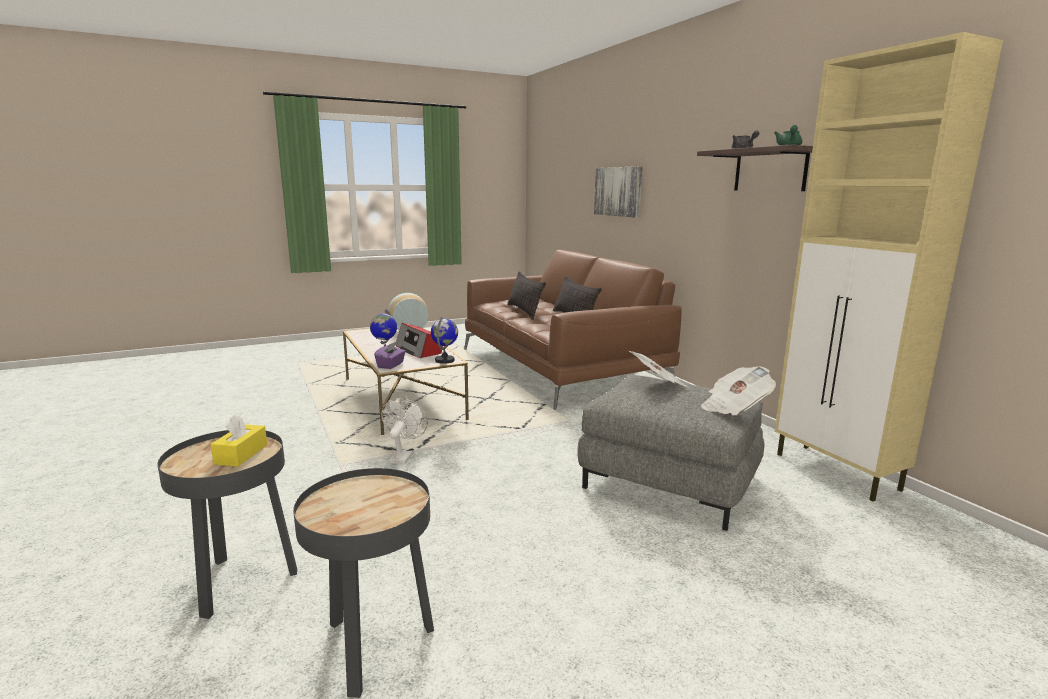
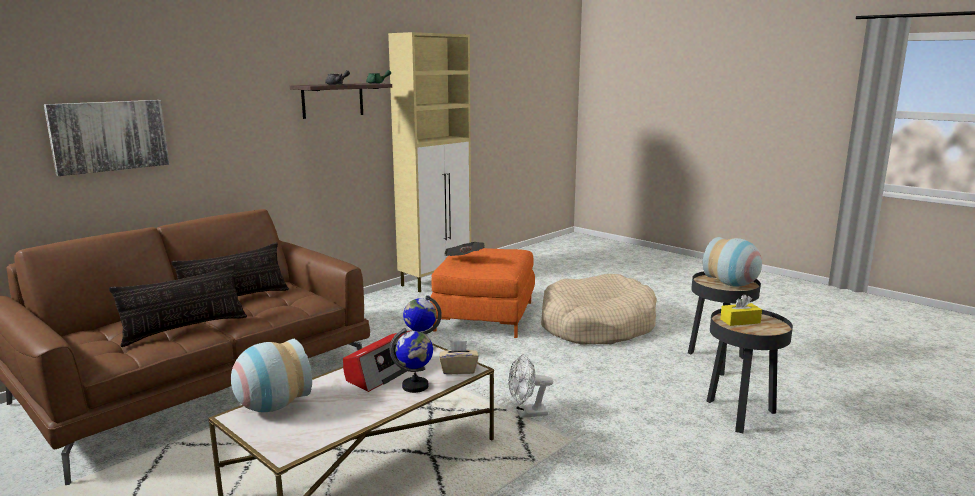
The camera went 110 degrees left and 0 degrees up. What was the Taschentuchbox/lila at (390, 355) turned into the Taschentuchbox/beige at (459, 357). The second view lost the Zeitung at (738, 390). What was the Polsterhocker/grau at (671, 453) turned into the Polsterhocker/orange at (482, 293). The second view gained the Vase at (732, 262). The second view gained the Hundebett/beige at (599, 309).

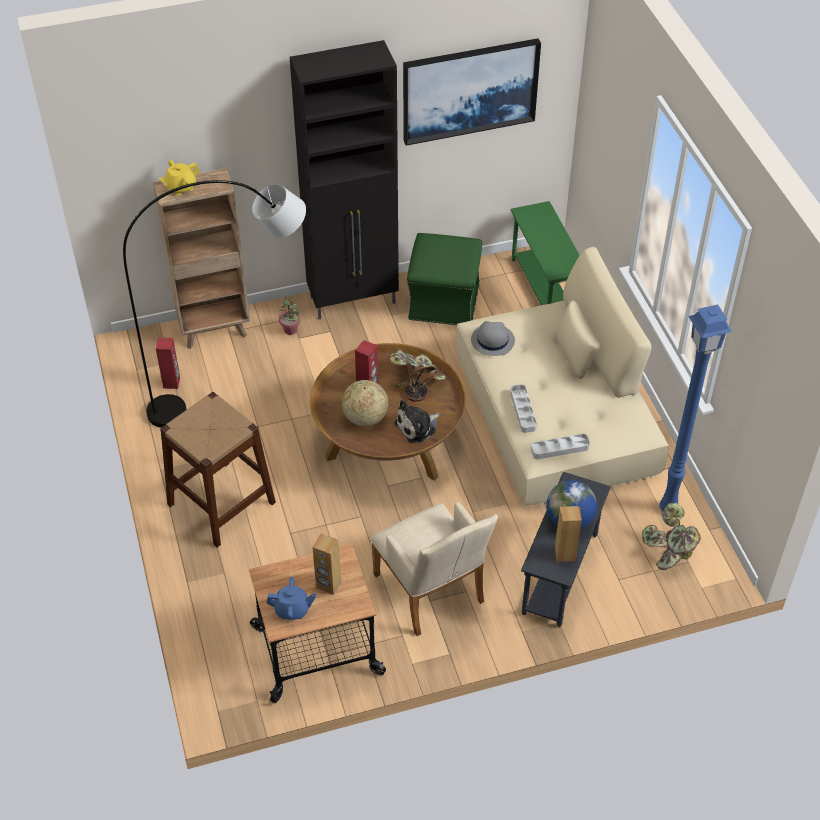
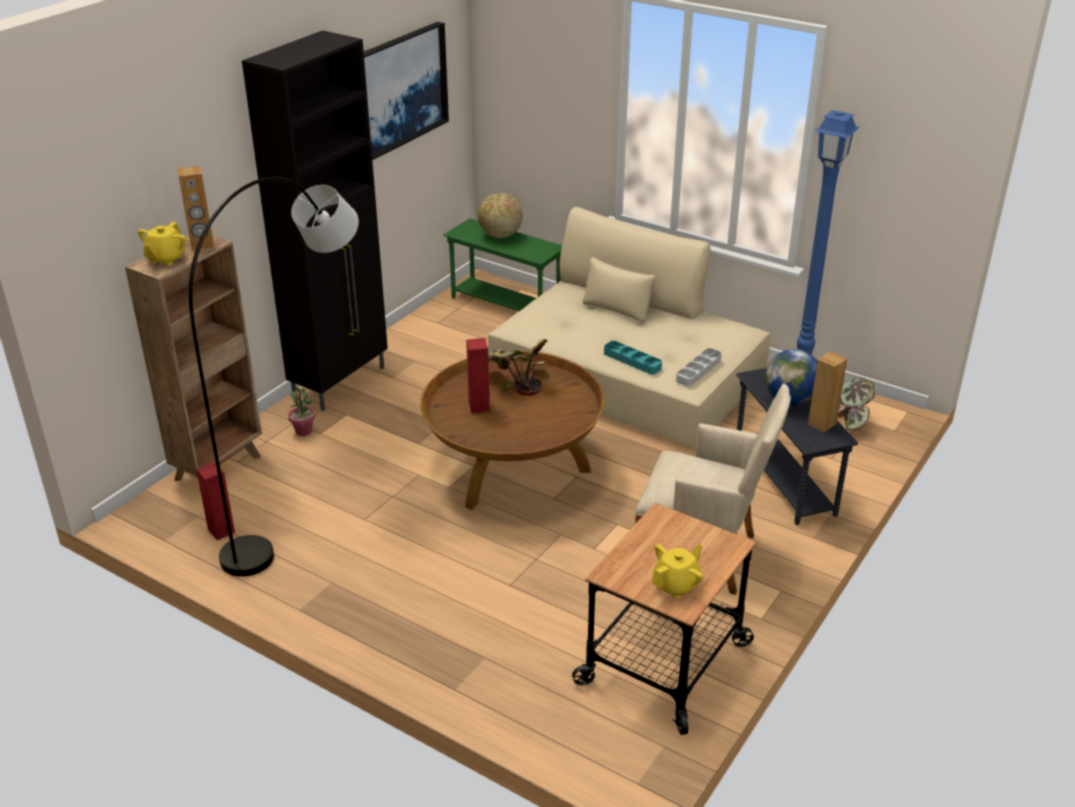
The camera went 40 degrees left and 15 degrees down. The second view lost the Polsterhocker/grün at (444, 279). The second view lost the Hut/grau at (493, 338). The Globus ended up elsewhere, having gone from (365, 403) to (500, 215). What was the Tablett/grau at (523, 409) turned into the Tablett/türkis at (633, 357). The second view lost the Hocker/braun at (218, 469). The second view lost the Plüschtier at (417, 421). The Lautsprecher/braun ended up elsewhere, having gone from (327, 564) to (196, 208). What was the Teekanne/blau at (291, 598) turned into the Teekanne/gelb at (677, 571).

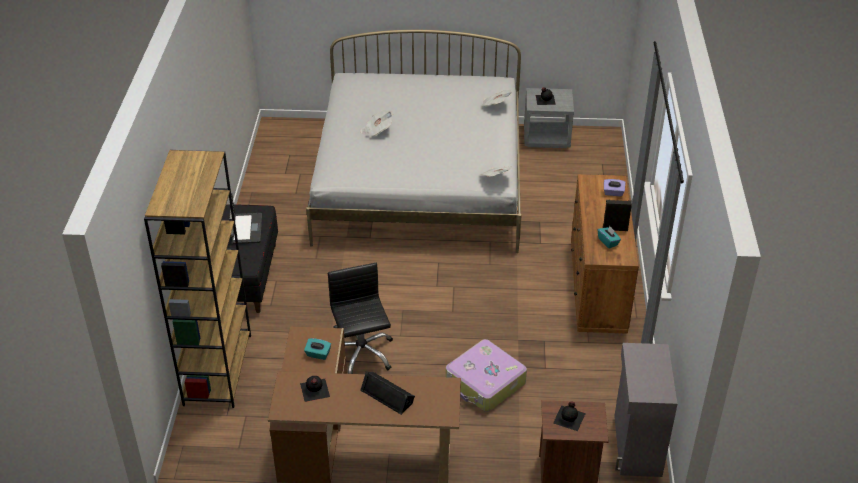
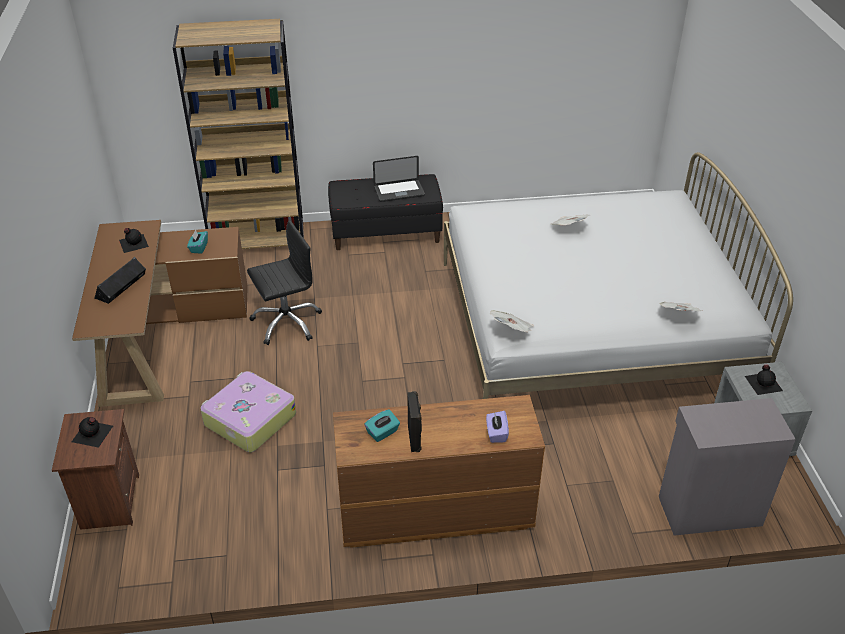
The camera went 80 degrees right and 0 degrees up. The Schrank/grau ended up elsewhere, having gone from (646, 410) to (727, 467).

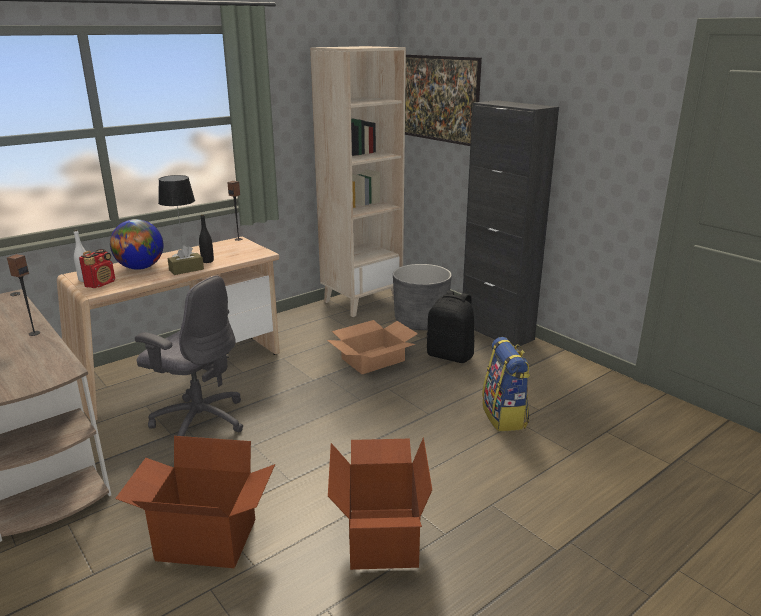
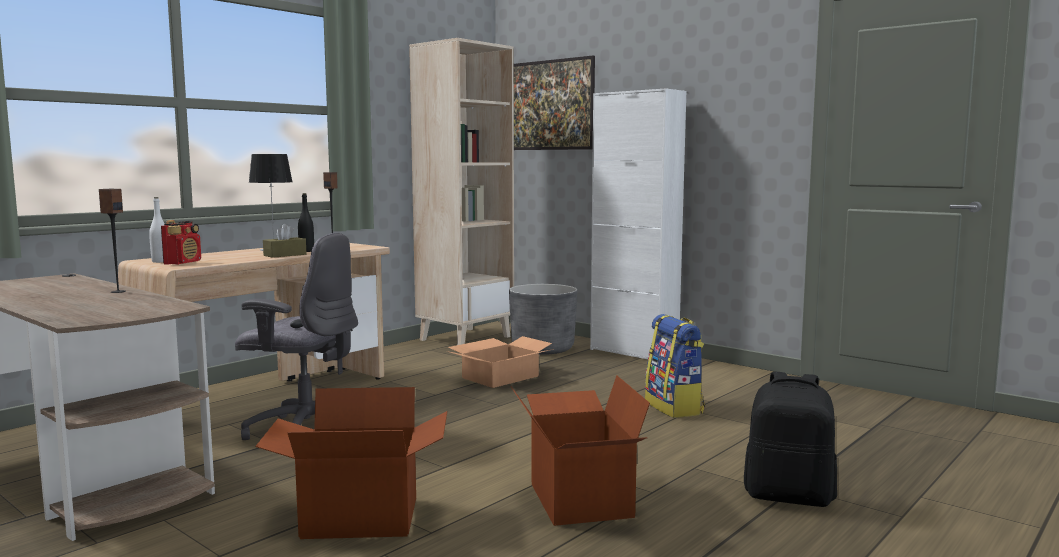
The camera went 10 degrees left and 15 degrees down. What was the Schrank/schwarz at (511, 223) turned into the Schrank/weiß at (638, 223). The second view lost the Globus at (137, 244). The Rucksack/schwarz ended up elsewhere, having gone from (450, 327) to (790, 439).

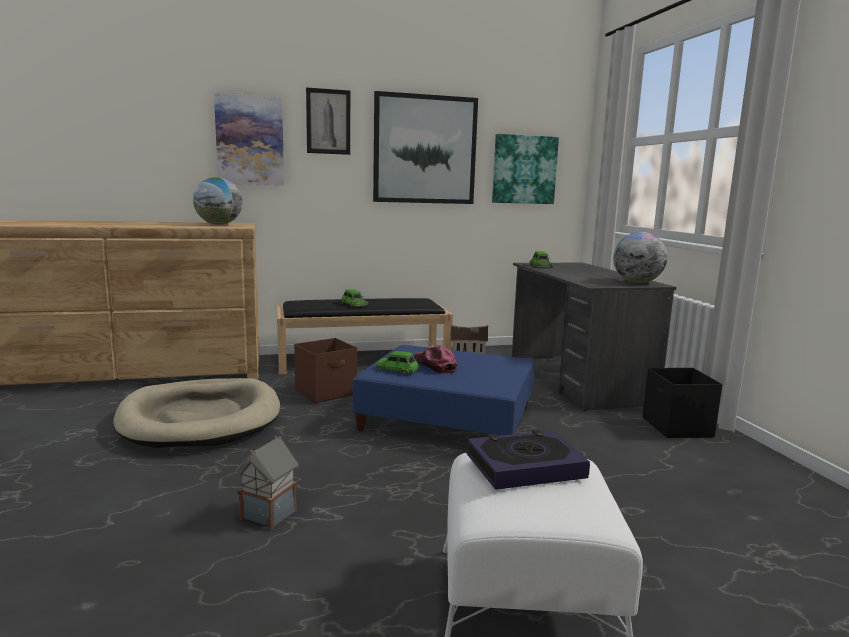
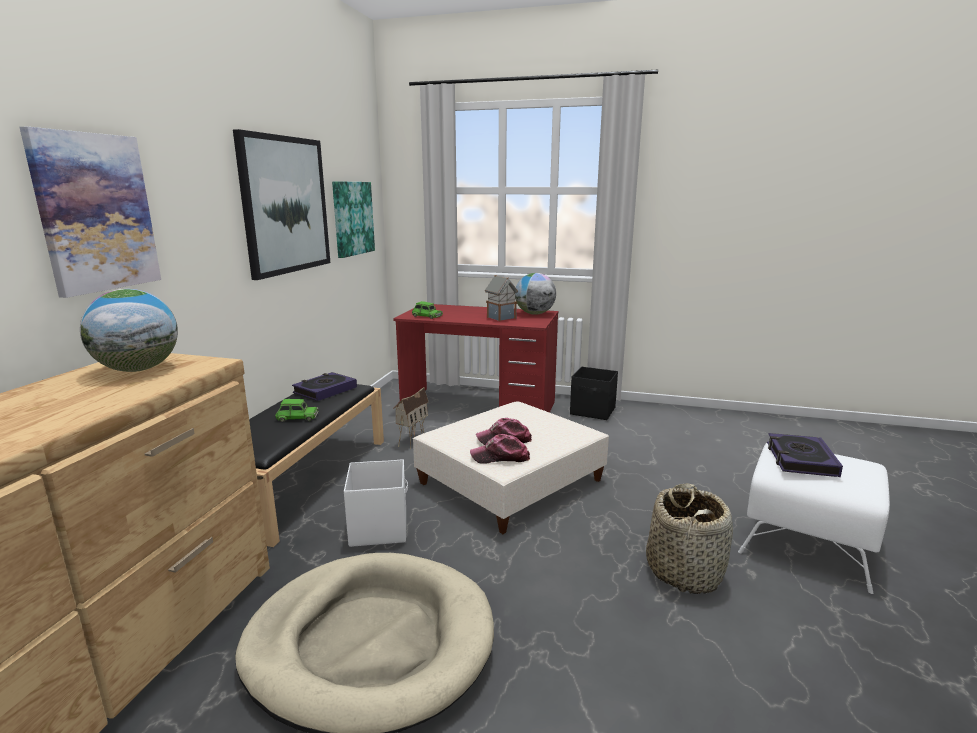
The camera went 60 degrees left and 5 degrees up. The second view lost the Bild at (328, 121). What was the Schreibtisch/grau at (594, 337) turned into the Schreibtisch/rot at (475, 358). What was the Aufbewahrungsbox/braun at (325, 370) turned into the Aufbewahrungsbox/weiß at (376, 503). What was the Polsterhocker/blau at (444, 390) turned into the Polsterhocker/beige at (511, 467). Where the Spielzeugauto/grün stood at (397, 363), the Kappe came to stand at (500, 449). The Spielzeughaus ended up elsewhere, having gone from (267, 483) to (501, 298). The second view gained the Buch at (324, 386). The second view gained the Korb at (689, 538).

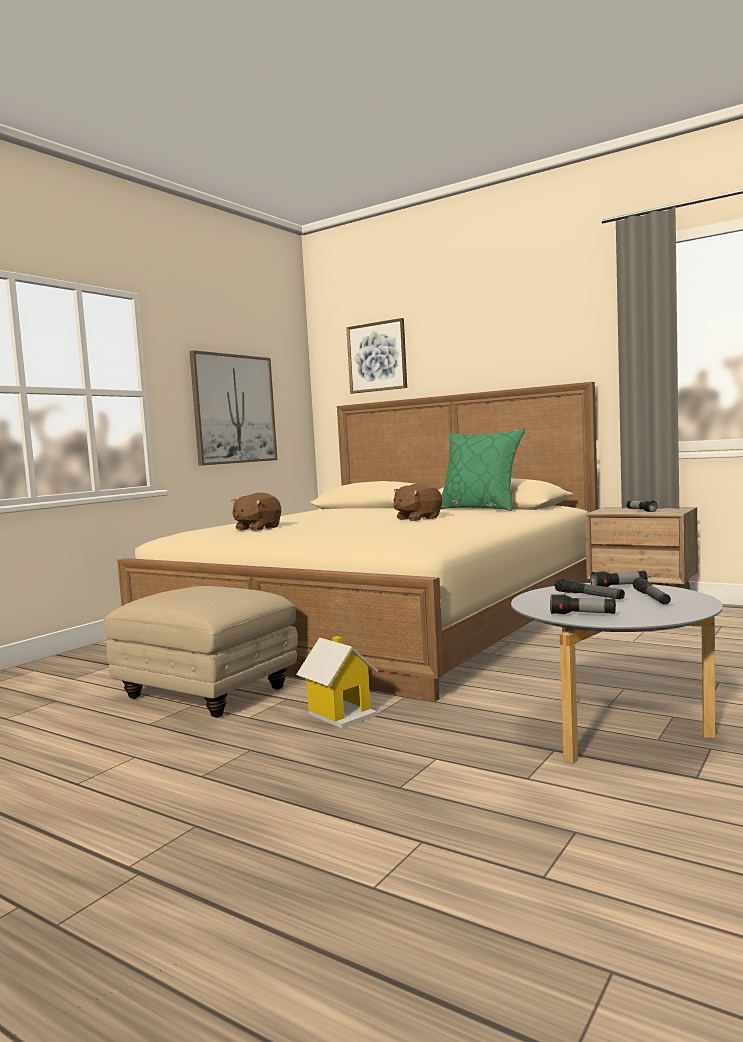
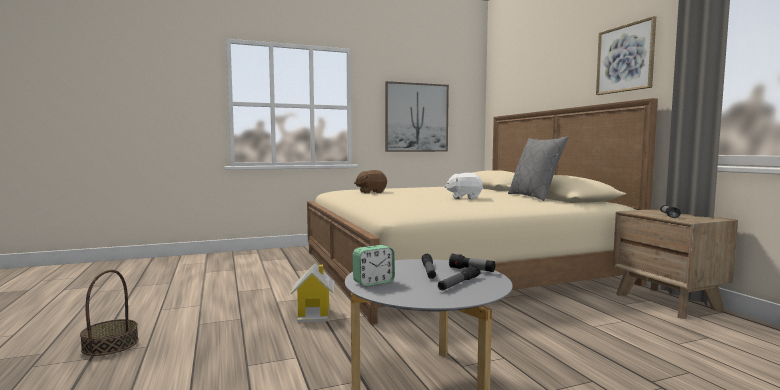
The camera went 35 degrees right and 0 degrees up. The Bild ended up elsewhere, having gone from (376, 356) to (626, 55). What was the Kissen/grün at (483, 469) turned into the Kissen/grau at (538, 168). What was the Plüschtier/braun at (417, 502) turned into the Plüschtier/weiß at (464, 186). The second view lost the Polsterhocker/beige at (201, 652). Where the Taschenlampe stood at (583, 604), the Wecker came to stand at (374, 265). The second view gained the Korb at (109, 312).

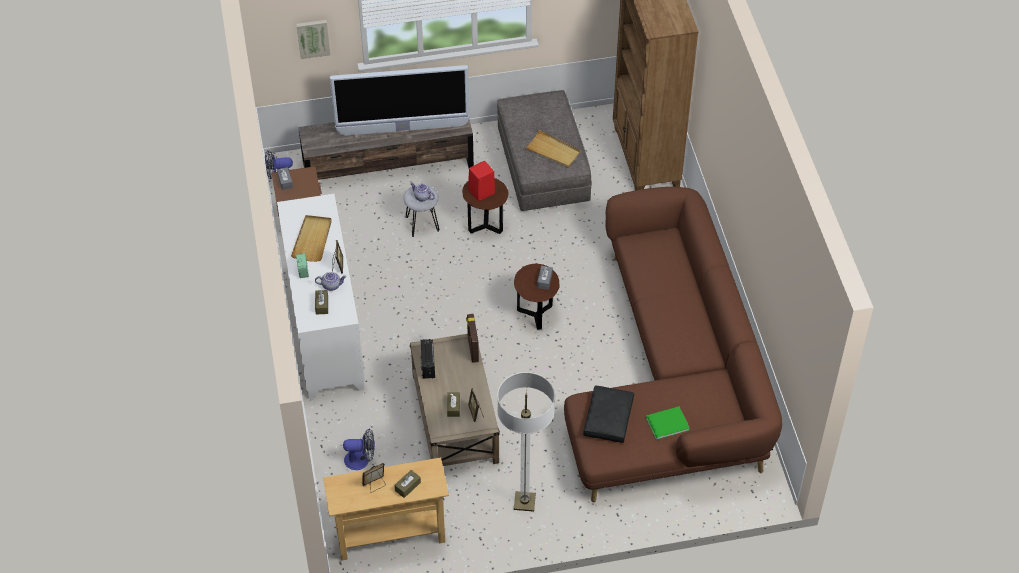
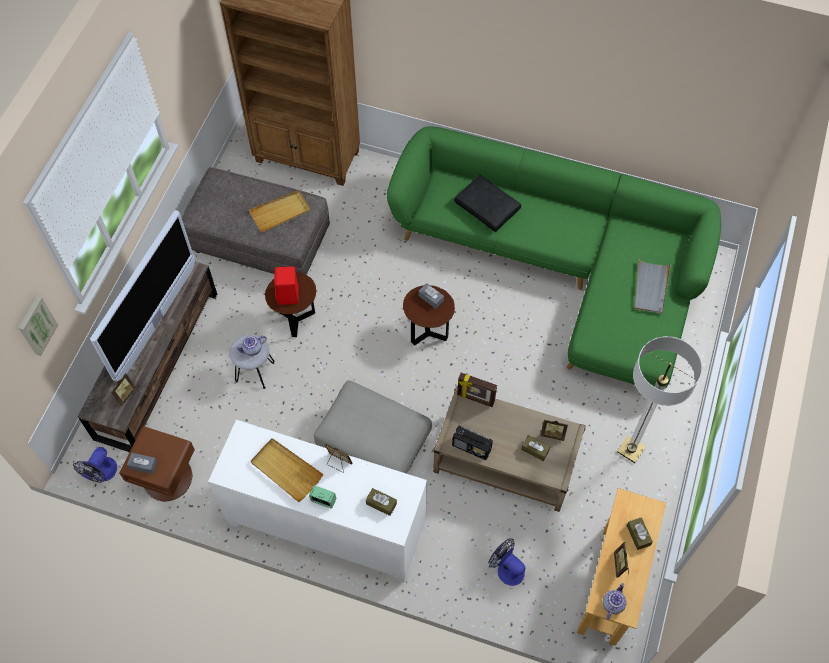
The camera went 60 degrees left and 10 degrees up. What was the Sofa/braun at (673, 344) turned into the Sofa/grün at (554, 257). The Teekanne ended up elsewhere, having gone from (330, 281) to (614, 601). The Kissen/schwarz ended up elsewhere, having gone from (608, 414) to (487, 203). Where the Buch/grün stood at (668, 423), the Tablett/grau came to stand at (652, 286). The Ventilator at (359, 449) ended up facing another way, 75 degrees counterclockwise from before. The second view gained the Bilderrahmen at (123, 389). The second view gained the Polsterhocker/grau at (373, 427).

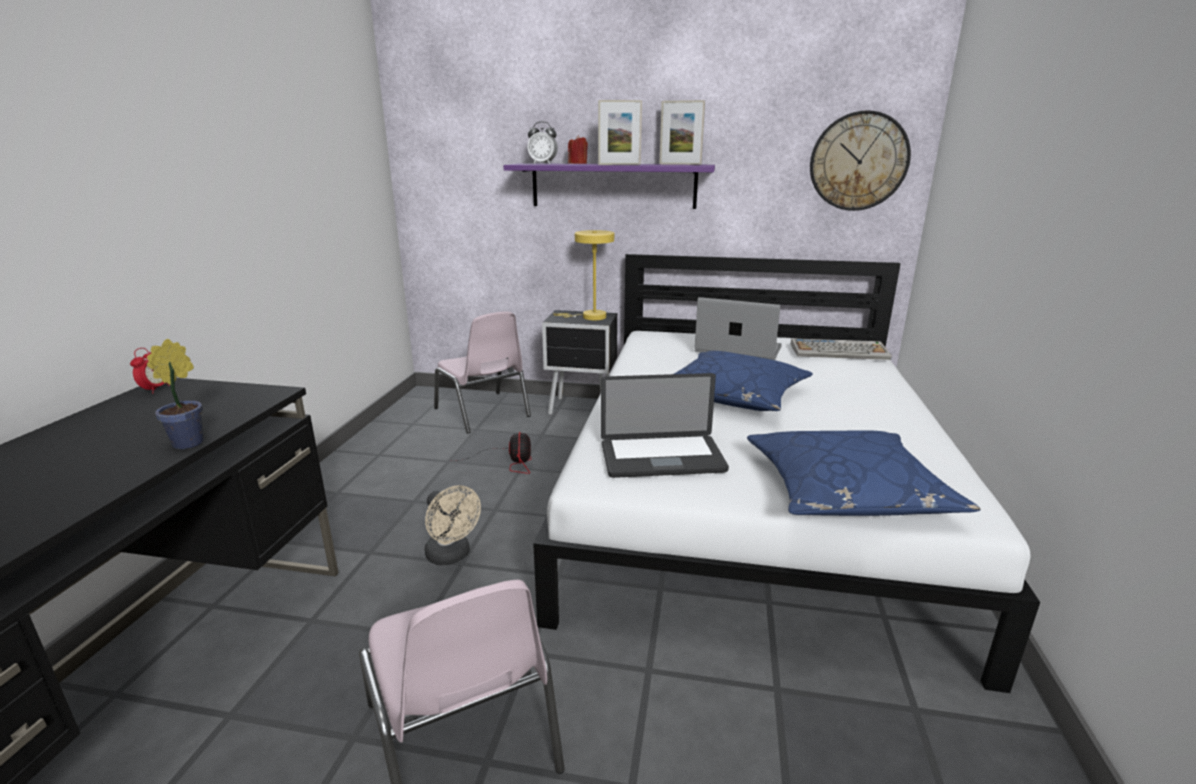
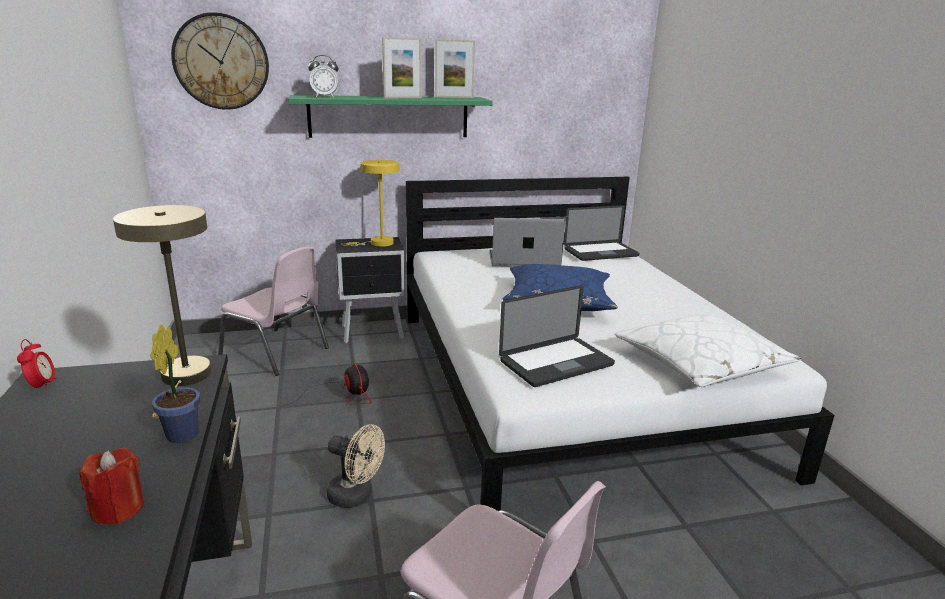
The camera went 25 degrees left and 0 degrees up. The Wanduhr ended up elsewhere, having gone from (860, 160) to (220, 61). The Kerze/rot ended up elsewhere, having gone from (578, 149) to (111, 486). What was the Wandregal/lila at (609, 186) turned into the Wandregal/grün at (390, 116). Where the Tastatur stood at (841, 349), the Laptop came to stand at (602, 233). What was the Kissen/blau at (863, 473) turned into the Kissen/weiß at (708, 350). The second view gained the Tischlampe/beige at (162, 312).

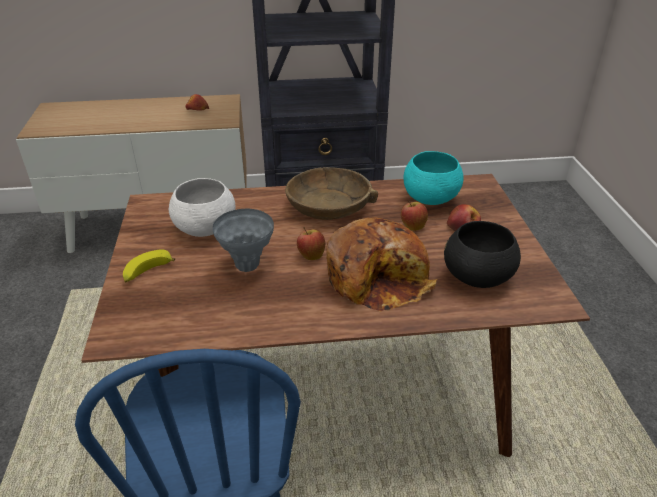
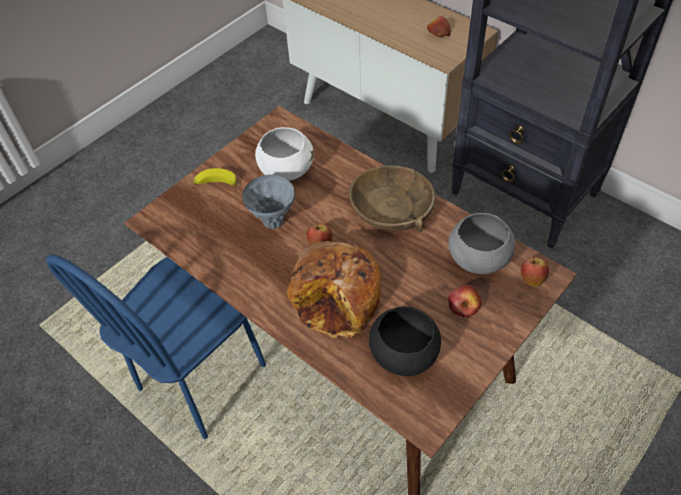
The camera went 50 degrees right and 15 degrees up. What was the Schüssel/türkis at (433, 178) turned into the Schüssel/grau at (482, 243). The Apfel ended up elsewhere, having gone from (414, 215) to (535, 271).

